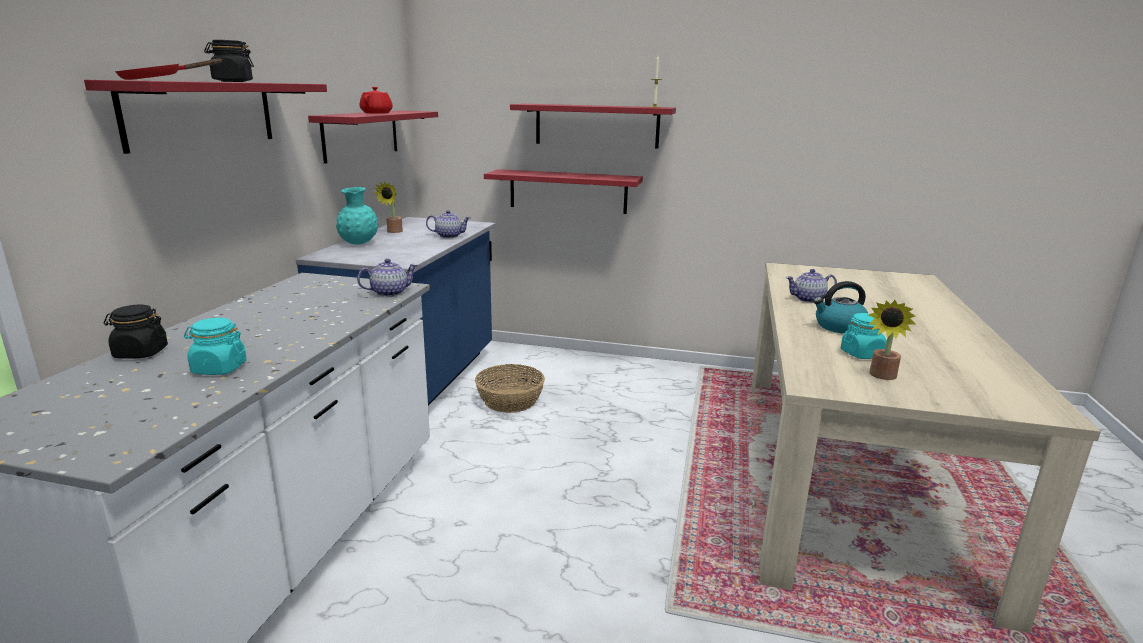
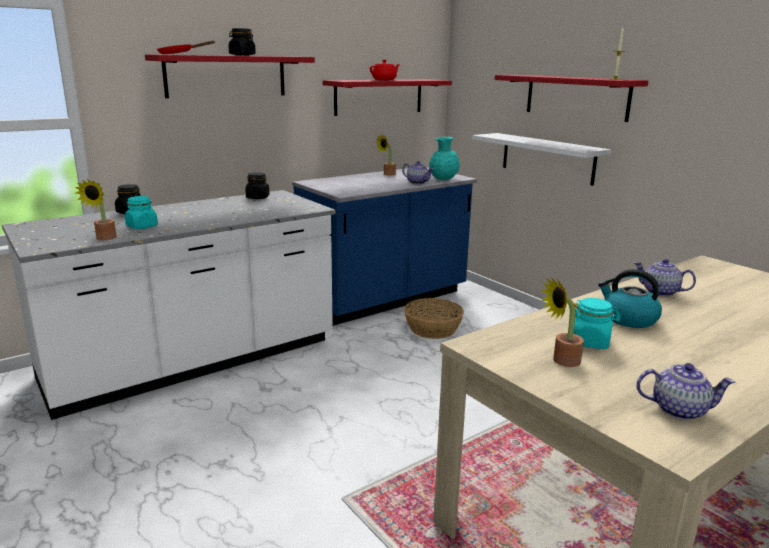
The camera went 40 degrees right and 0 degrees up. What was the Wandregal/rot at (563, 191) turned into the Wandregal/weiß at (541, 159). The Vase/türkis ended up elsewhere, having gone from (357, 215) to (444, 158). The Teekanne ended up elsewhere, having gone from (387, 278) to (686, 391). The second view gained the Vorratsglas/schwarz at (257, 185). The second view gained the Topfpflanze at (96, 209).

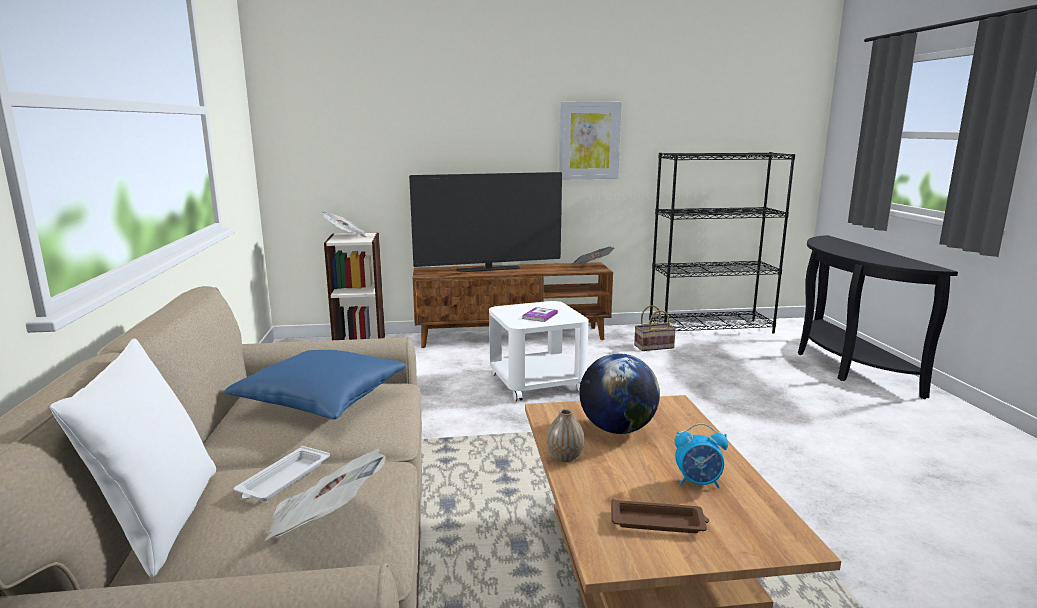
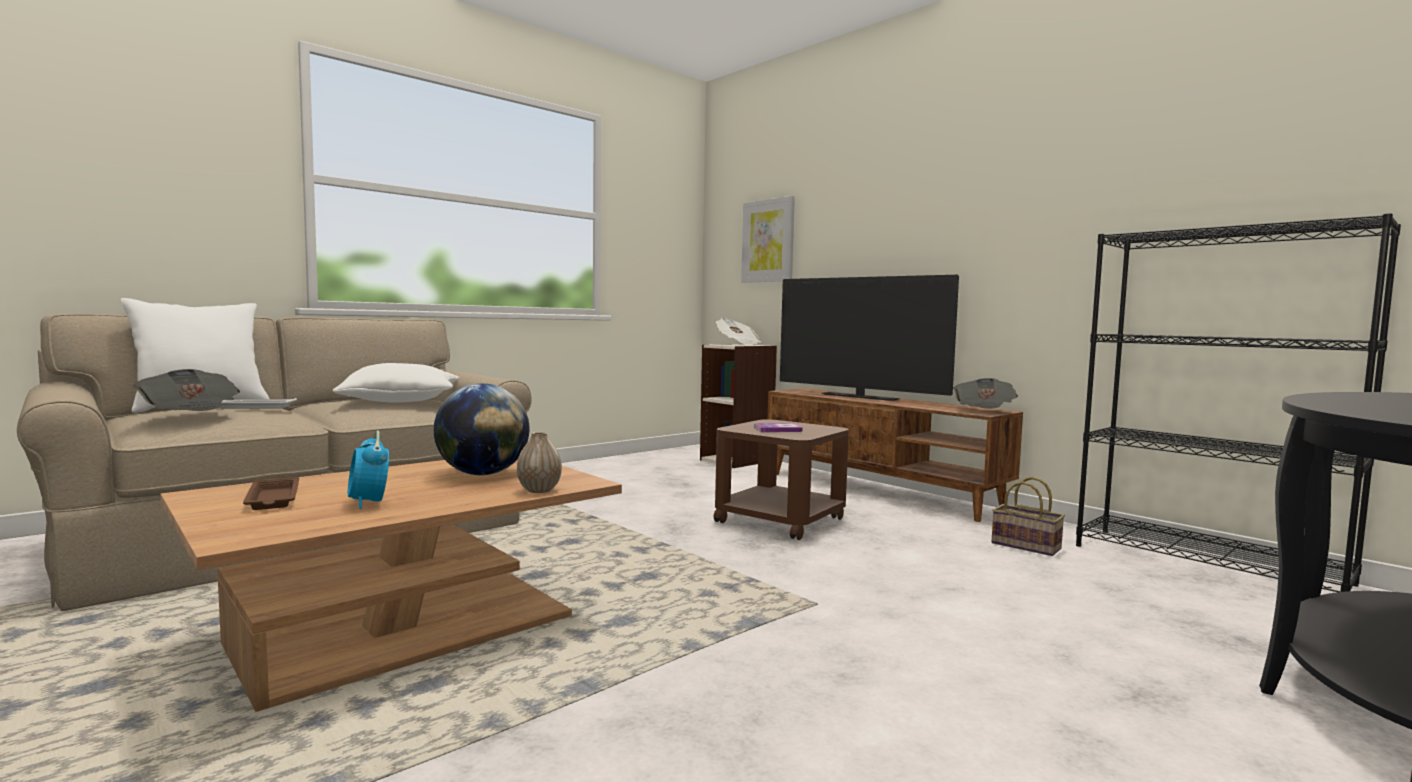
The camera went 55 degrees right and 10 degrees down. The Bild ended up elsewhere, having gone from (590, 140) to (768, 239). What was the Beistelltisch/weiß at (538, 351) turned into the Beistelltisch/braun at (781, 479). What was the Kissen/blau at (314, 384) turned into the Kissen/weiß at (396, 383). The Vase ended up elsewhere, having gone from (565, 435) to (539, 462).

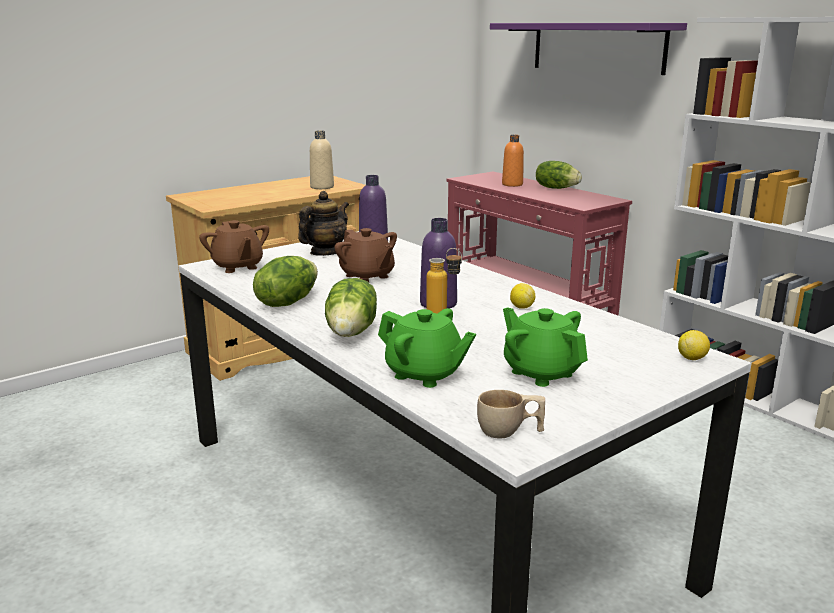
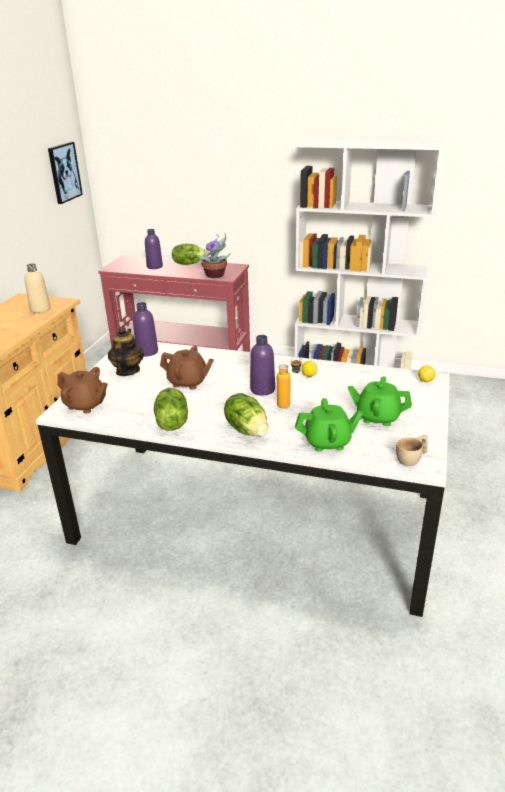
The camera went 35 degrees left and 10 degrees up. The second view lost the Wandregal/lila at (588, 49). What was the Flasche/orange at (513, 161) turned into the Flasche/lila at (154, 249). The second view gained the Bild at (65, 173). The second view gained the Topfpflanze at (213, 255).

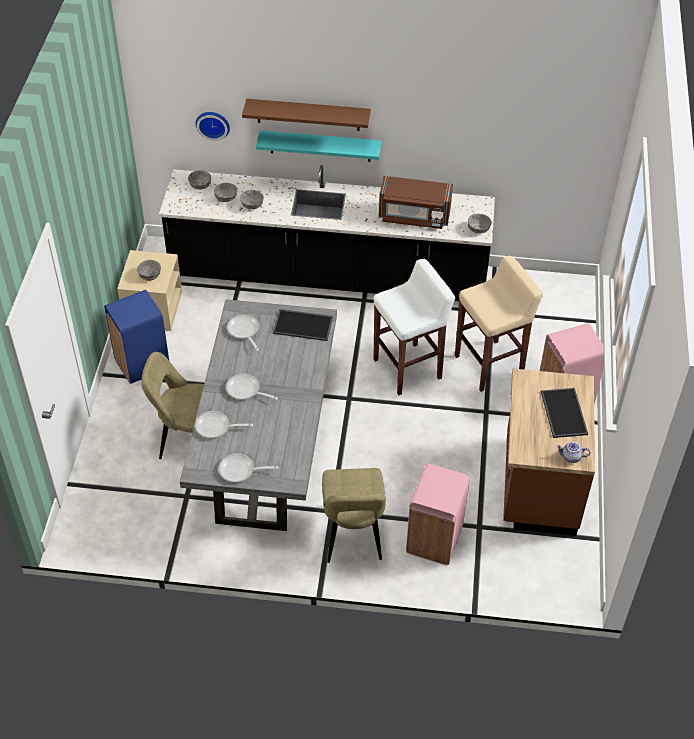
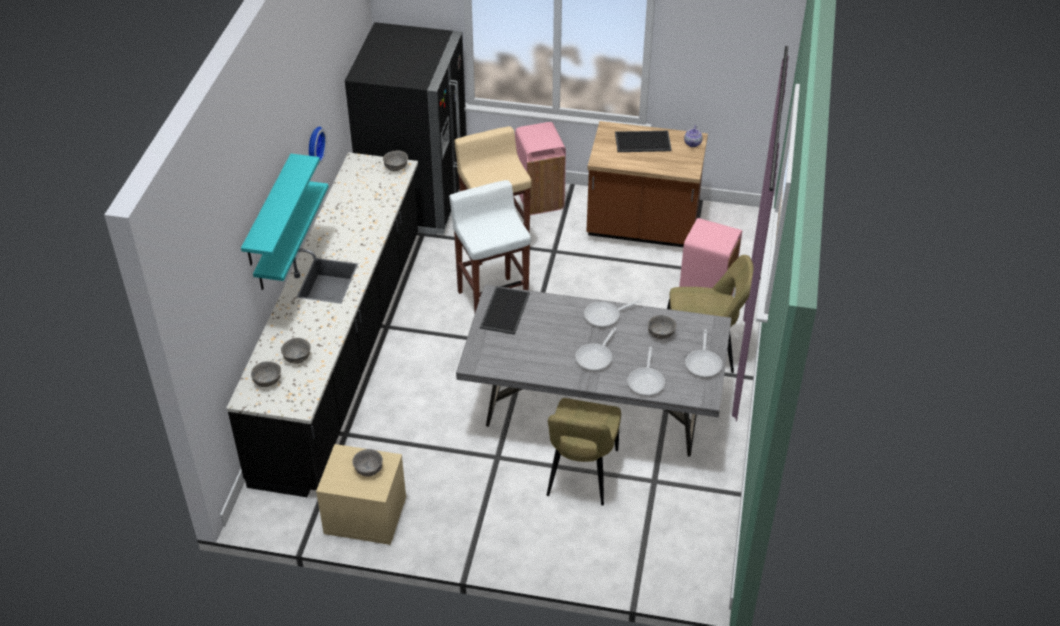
The camera went 85 degrees left and 5 degrees down. What was the Wandregal/braun at (306, 115) turned into the Wandregal/türkis at (280, 210). The Wanduhr ended up elsewhere, having gone from (213, 126) to (318, 146). The second view lost the Mikrowelle/braun at (416, 202). The Schüssel/grau ended up elsewhere, having gone from (252, 199) to (662, 327). The second view lost the Mülleimer/blau at (136, 337). The Pfanne ended up elsewhere, having gone from (243, 332) to (612, 313). The second view gained the Kühlschrank/schwarz at (406, 128).

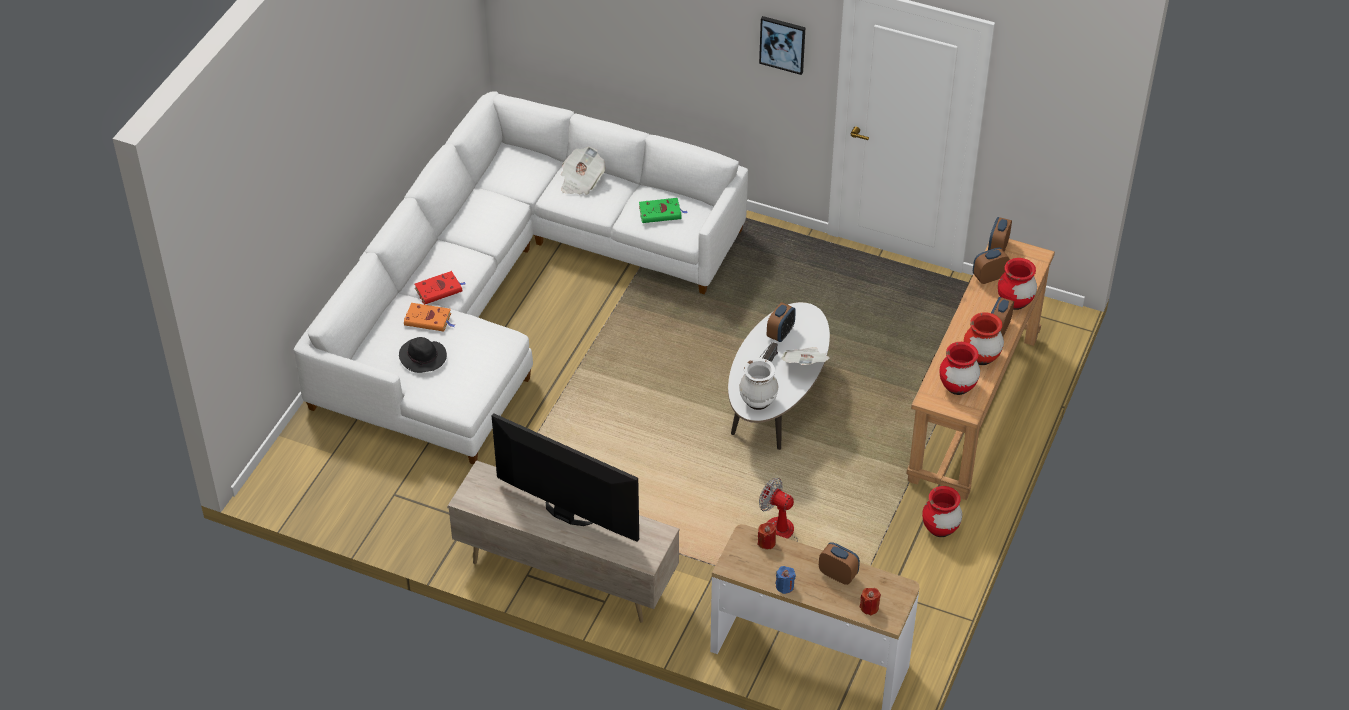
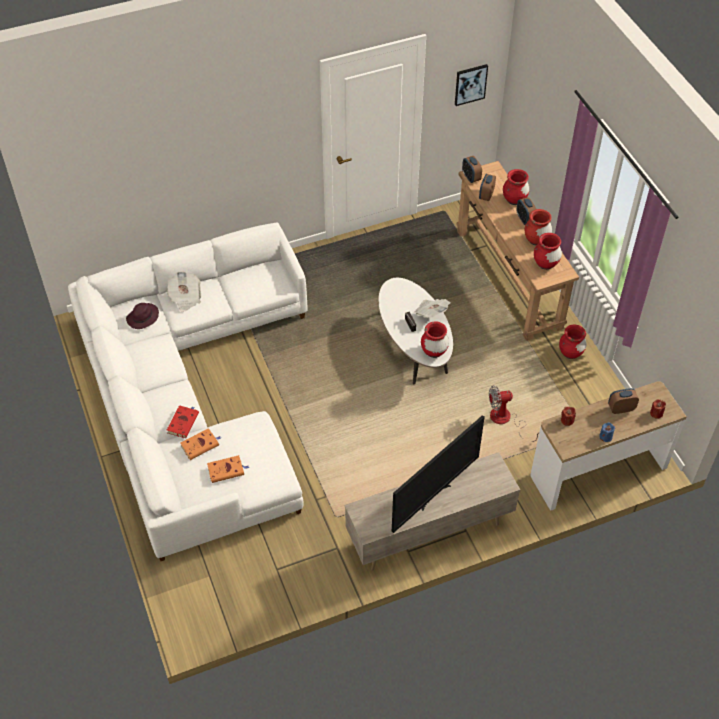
The camera went 45 degrees left and 5 degrees up. The Bild ended up elsewhere, having gone from (782, 45) to (471, 85). The second view lost the Buch/grün at (663, 210). The second view lost the Wecker at (781, 322). Where the Hut/schwarz stood at (423, 355), the Buch/orange came to stand at (228, 469). What was the Vase/weiß at (758, 384) turned into the Vase/rot at (435, 340). The Fernseher at (565, 477) ended up facing another way, 150 degrees clockwise from before. The second view gained the Hut/lila at (142, 316).

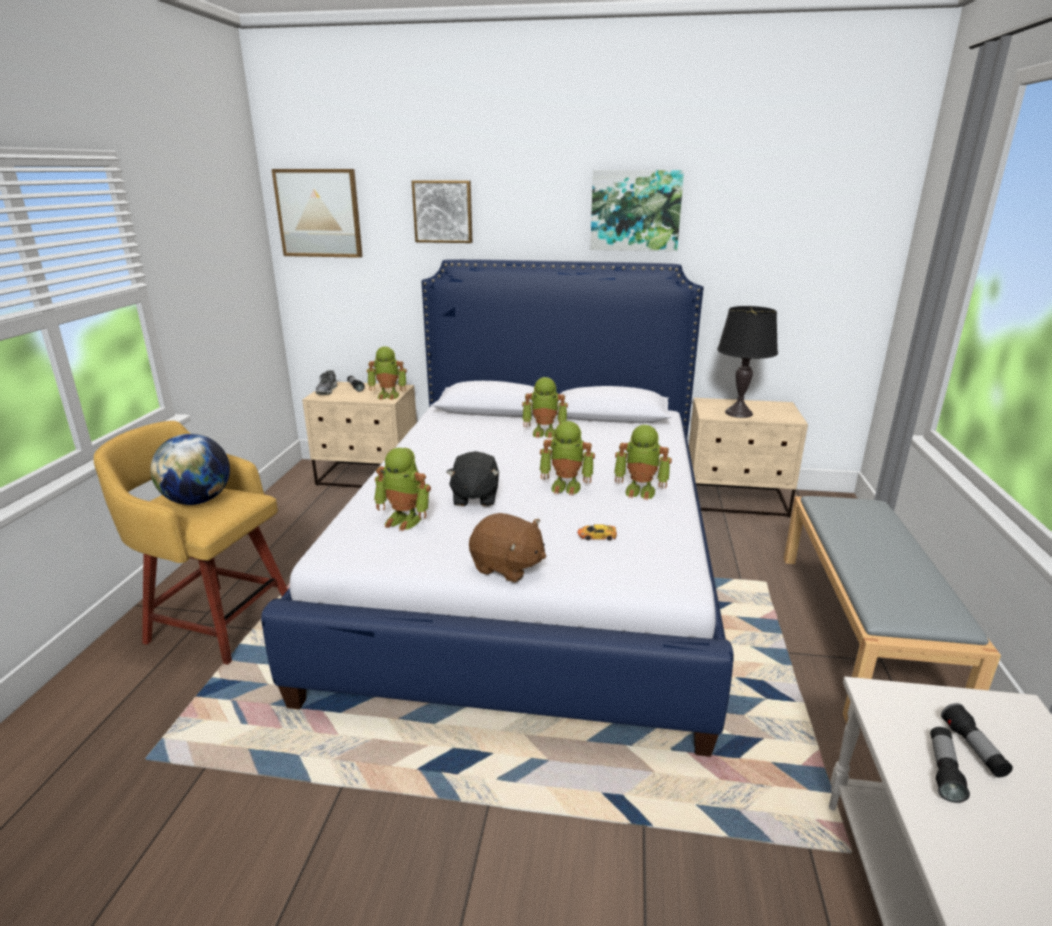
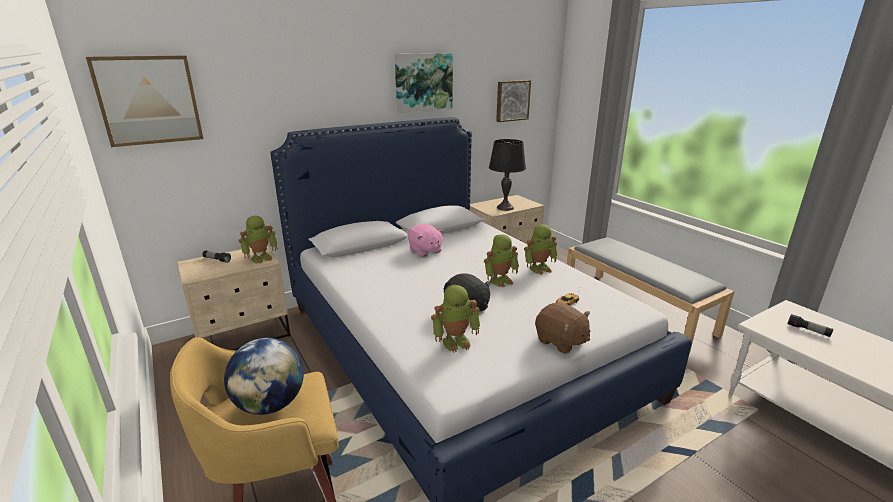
The camera went 40 degrees left and 0 degrees up. The Bild ended up elsewhere, having gone from (442, 212) to (513, 101). The second view lost the Schuh at (326, 382). Where the Spielzeugroboter stood at (545, 408), the Plüschtier/rosa came to stand at (426, 240). The Plüschtier/braun at (507, 547) ended up facing another way, 60 degrees clockwise from before. The second view lost the Taschenlampe at (950, 765).

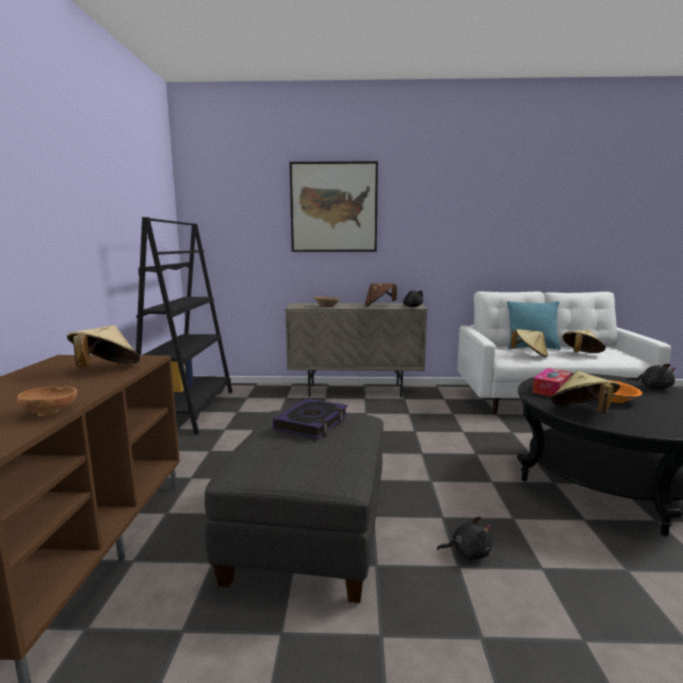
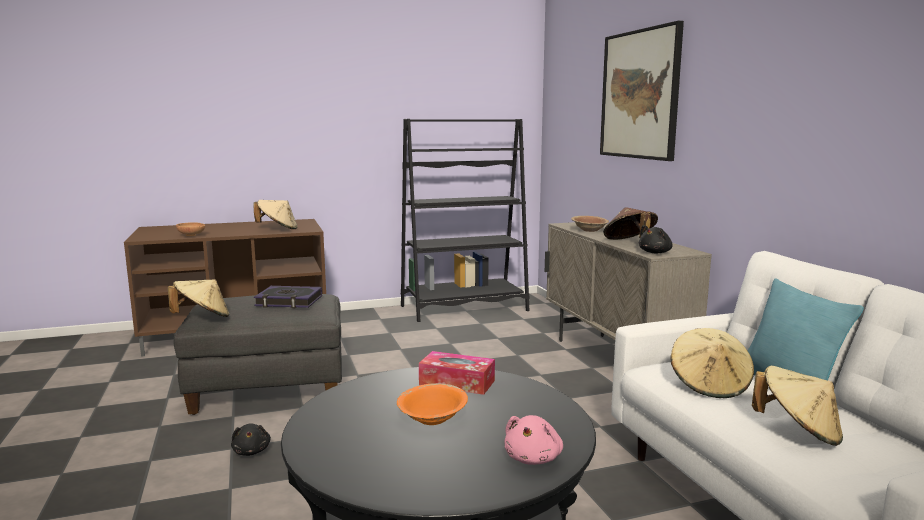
The camera went 70 degrees right and 0 degrees up. What was the Plüschtier/schwarz at (650, 376) turned into the Plüschtier/rosa at (534, 440). The Hut/beige ended up elsewhere, having gone from (585, 392) to (198, 298).

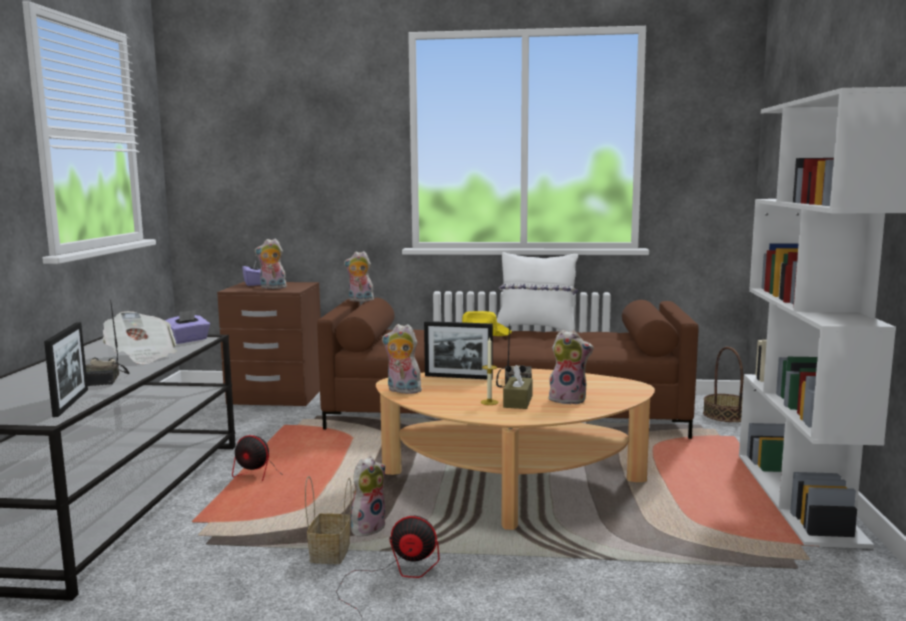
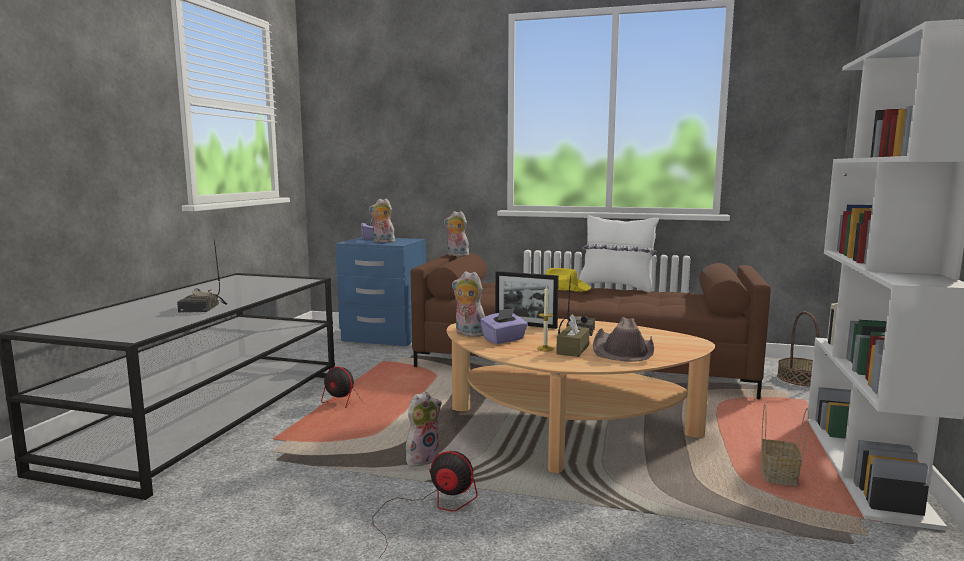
The camera went 10 degrees right and 0 degrees up. What was the Nachttisch/braun at (269, 344) turned into the Nachttisch/blau at (381, 291). The Taschentuchbox/lila ended up elsewhere, having gone from (187, 327) to (504, 326). The second view lost the Zeitung at (139, 337). The second view lost the Bilderrahmen at (66, 369). Where the Plüschtier stood at (571, 367), the Hut/braun came to stand at (623, 339). The Korb ended up elsewhere, having gone from (328, 520) to (785, 445).

